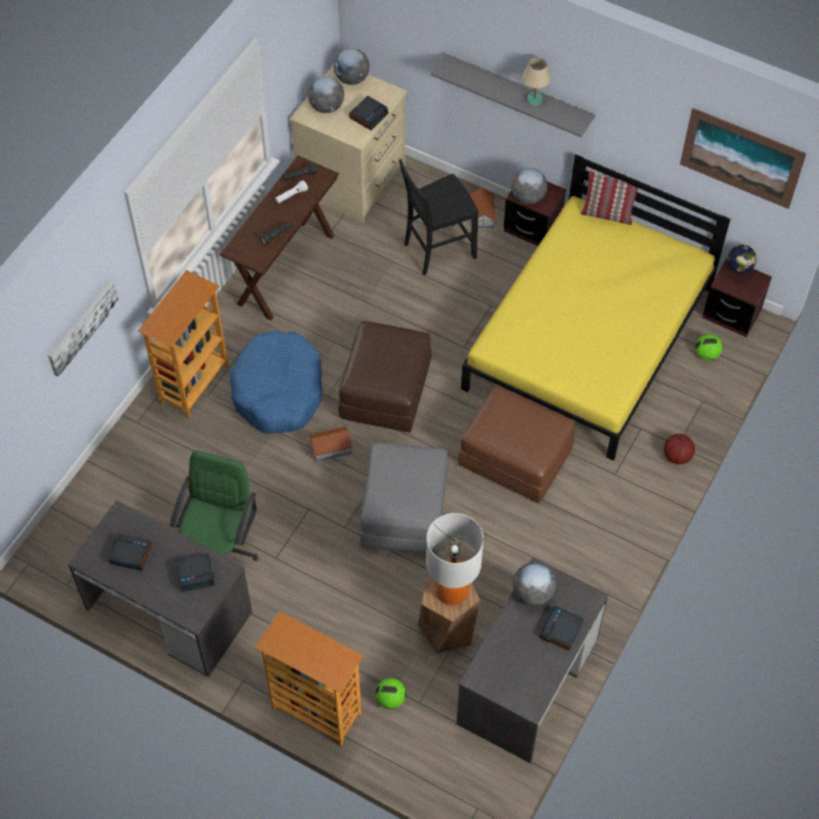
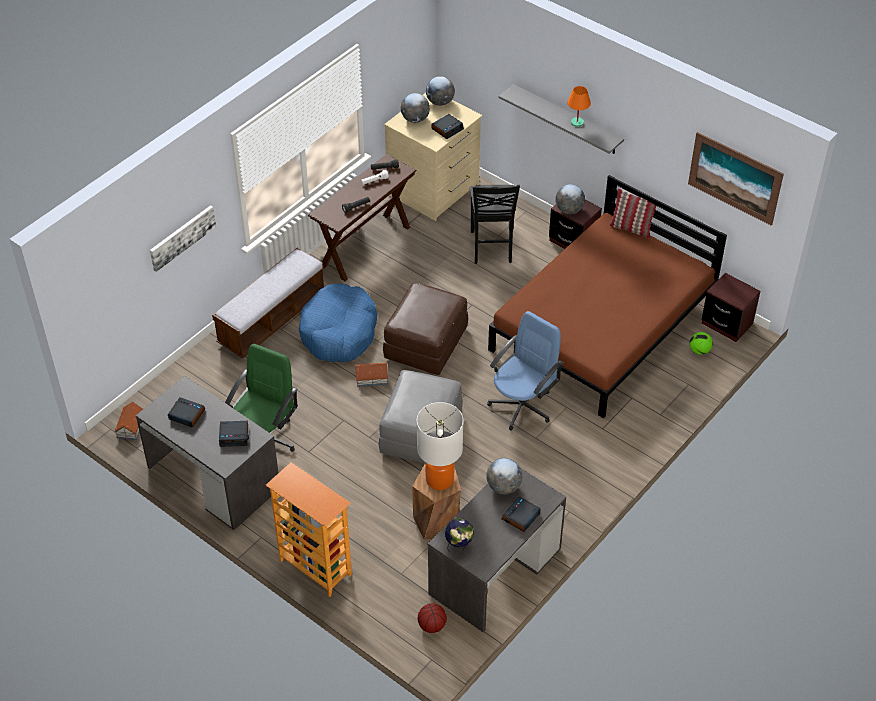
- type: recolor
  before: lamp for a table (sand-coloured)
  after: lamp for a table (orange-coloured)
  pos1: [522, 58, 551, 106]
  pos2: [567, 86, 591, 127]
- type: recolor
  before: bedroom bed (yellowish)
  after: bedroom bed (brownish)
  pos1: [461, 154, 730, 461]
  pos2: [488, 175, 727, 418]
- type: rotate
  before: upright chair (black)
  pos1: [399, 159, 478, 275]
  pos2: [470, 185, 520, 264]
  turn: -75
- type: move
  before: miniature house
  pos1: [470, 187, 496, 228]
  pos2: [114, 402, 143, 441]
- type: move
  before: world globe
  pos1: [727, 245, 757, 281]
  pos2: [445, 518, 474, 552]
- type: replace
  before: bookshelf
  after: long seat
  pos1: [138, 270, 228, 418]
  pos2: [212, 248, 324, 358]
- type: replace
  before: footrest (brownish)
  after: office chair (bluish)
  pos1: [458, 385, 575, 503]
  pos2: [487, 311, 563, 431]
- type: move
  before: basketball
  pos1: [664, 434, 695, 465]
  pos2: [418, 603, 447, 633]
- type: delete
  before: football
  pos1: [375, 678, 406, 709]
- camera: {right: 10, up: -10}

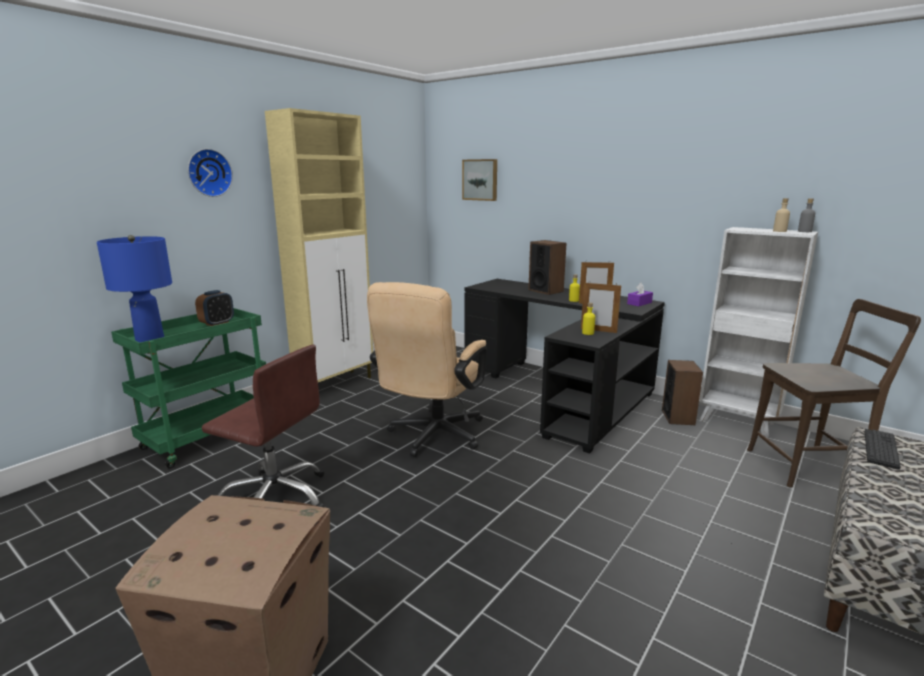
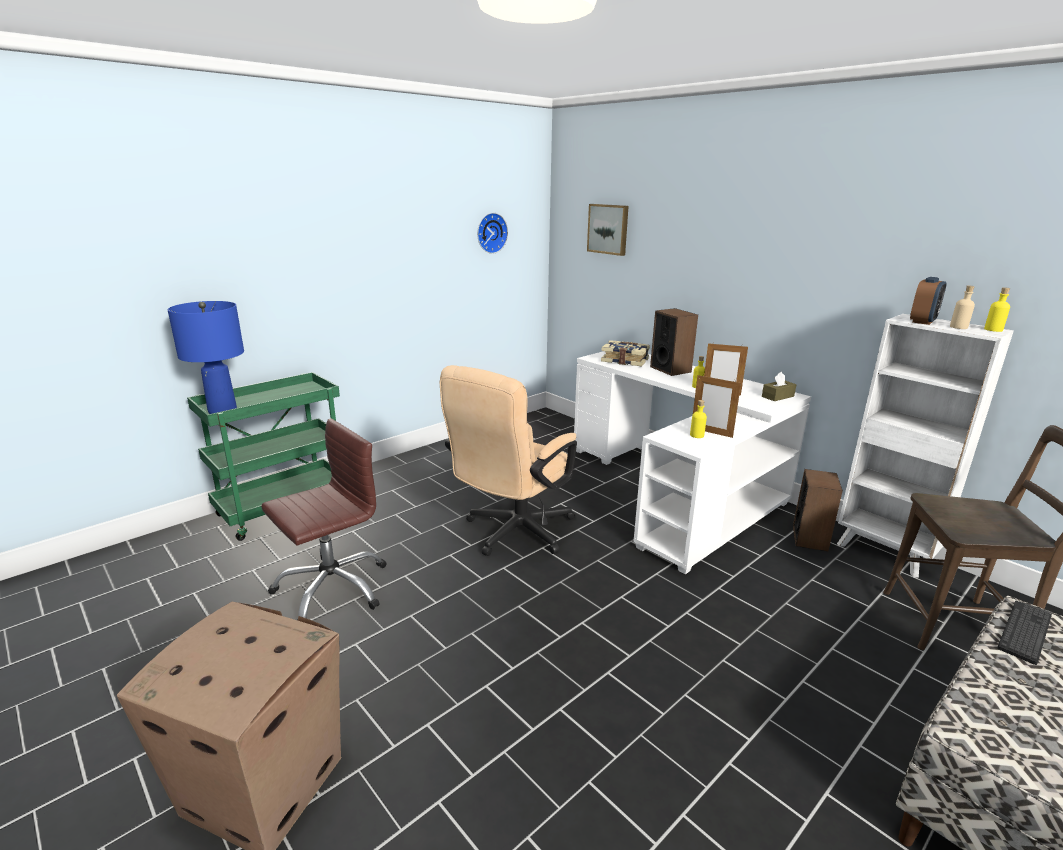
- type: delete
  before: cabinet (sand-coloured)
  pos1: [265, 108, 373, 382]
- type: move
  before: hanging clock
  pos1: [188, 149, 233, 197]
  pos2: [477, 213, 508, 254]
- type: recolor
  before: drink bottle (grey)
  after: drink bottle (yellowish)
  pos1: [798, 198, 815, 232]
  pos2: [984, 287, 1010, 332]
- type: recolor
  before: desk (black)
  after: desk (white-coloured)
  pos1: [464, 279, 665, 454]
  pos2: [574, 351, 811, 574]
- type: recolor
  before: tissue box (purple)
  after: tissue box (brownish)
  pos1: [627, 283, 653, 306]
  pos2: [762, 372, 796, 401]
- type: move
  before: bedside clock
  pos1: [195, 290, 234, 326]
  pos2: [910, 277, 947, 325]
- type: rotate
  before: office chair (brownish)
  pos1: [202, 345, 324, 507]
  pos2: [261, 418, 386, 620]
  turn: -75
- type: insert
  after: volume
  pos2: [601, 340, 650, 366]
- camera: {right: 10, up: 5}

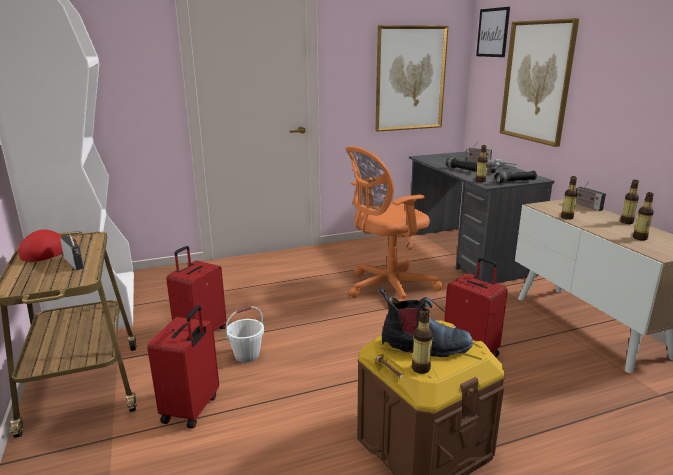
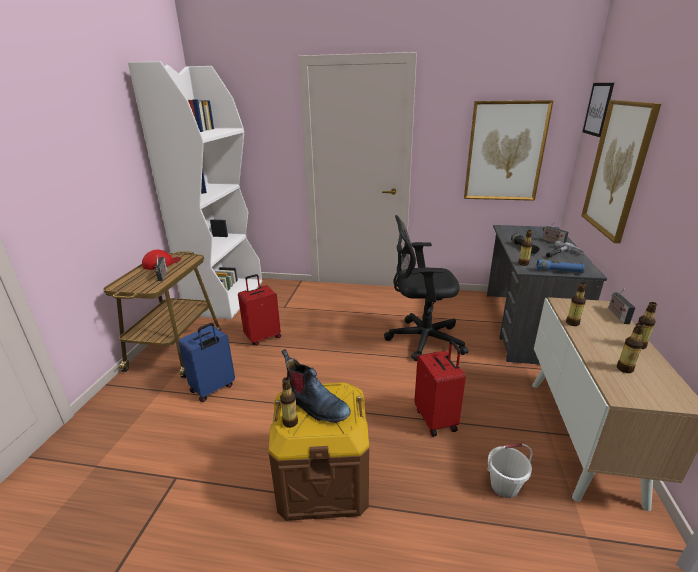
- type: recolor
  before: office chair (orange-coloured)
  after: office chair (black)
  pos1: [346, 146, 444, 301]
  pos2: [384, 215, 468, 361]
- type: recolor
  before: torch (black)
  after: torch (bluish)
  pos1: [495, 171, 537, 184]
  pos2: [536, 259, 585, 273]
- type: recolor
  before: travel case (red)
  after: travel case (bluish)
  pos1: [147, 305, 219, 429]
  pos2: [178, 323, 235, 402]
- type: move
  before: pail (white-coloured)
  pos1: [226, 306, 264, 362]
  pos2: [487, 443, 532, 498]
- camera: {right: 30, up: 5}

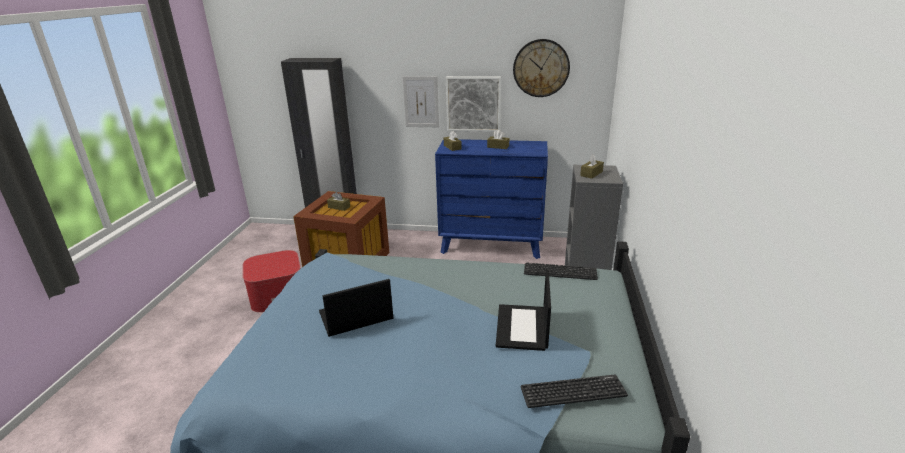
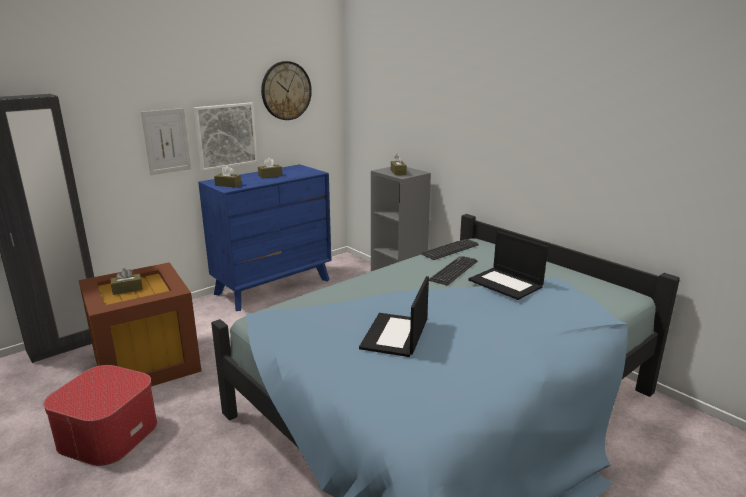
- type: move
  before: computer keyboard
  pos1: [520, 374, 628, 408]
  pos2: [429, 256, 477, 285]
- camera: {right: -50, up: -5}

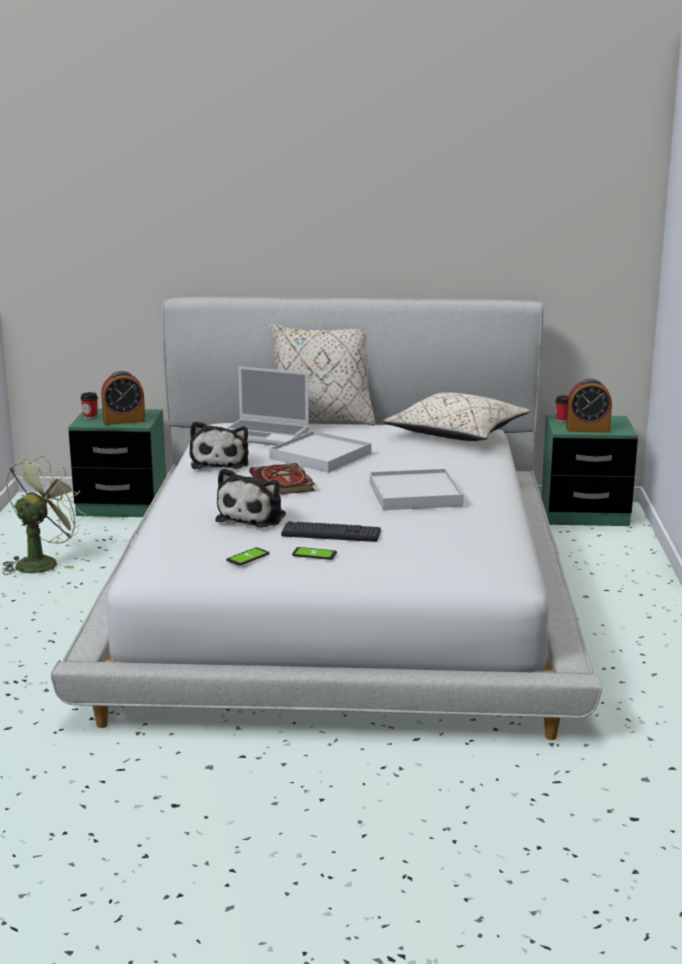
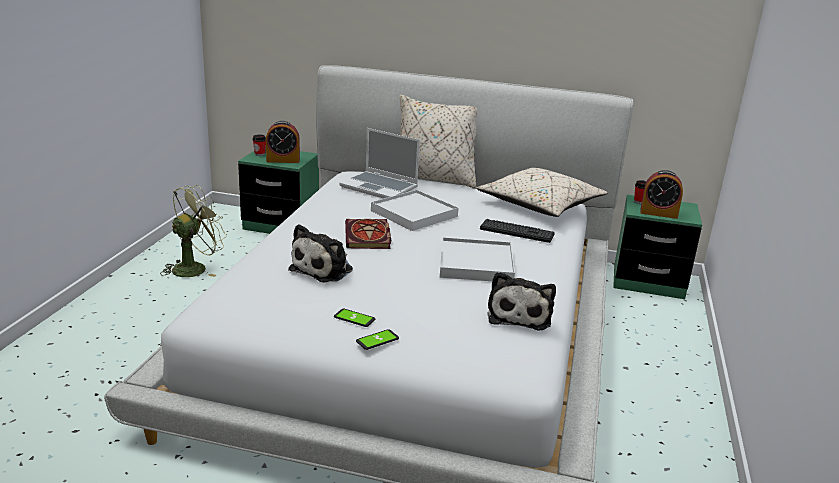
- type: move
  before: cuddly toy
  pos1: [190, 421, 249, 469]
  pos2: [487, 272, 556, 331]
- type: move
  before: computer keyboard
  pos1: [281, 521, 381, 542]
  pos2: [480, 219, 555, 243]
- type: move
  before: phone
  pos1: [226, 547, 269, 566]
  pos2: [356, 329, 399, 350]
- camera: {right: 10, up: 5}

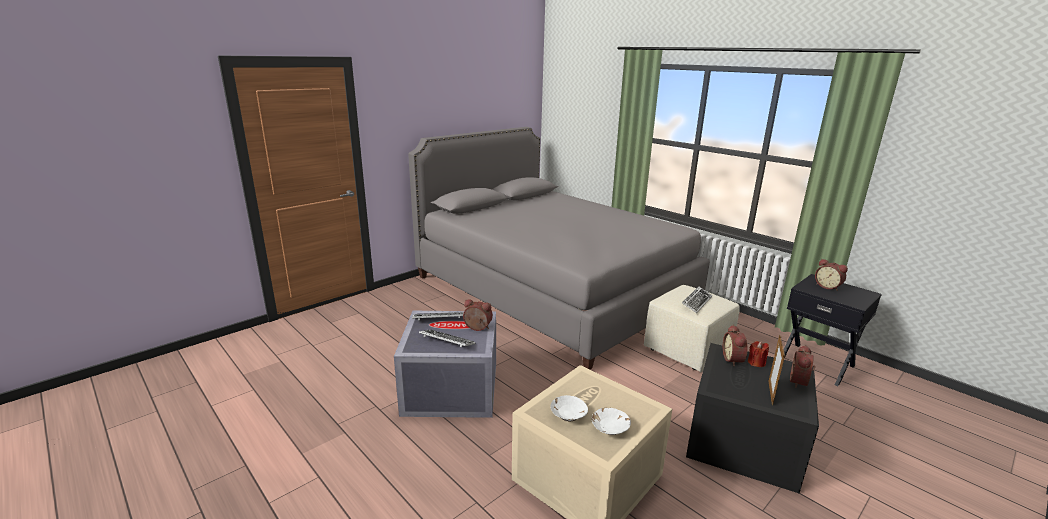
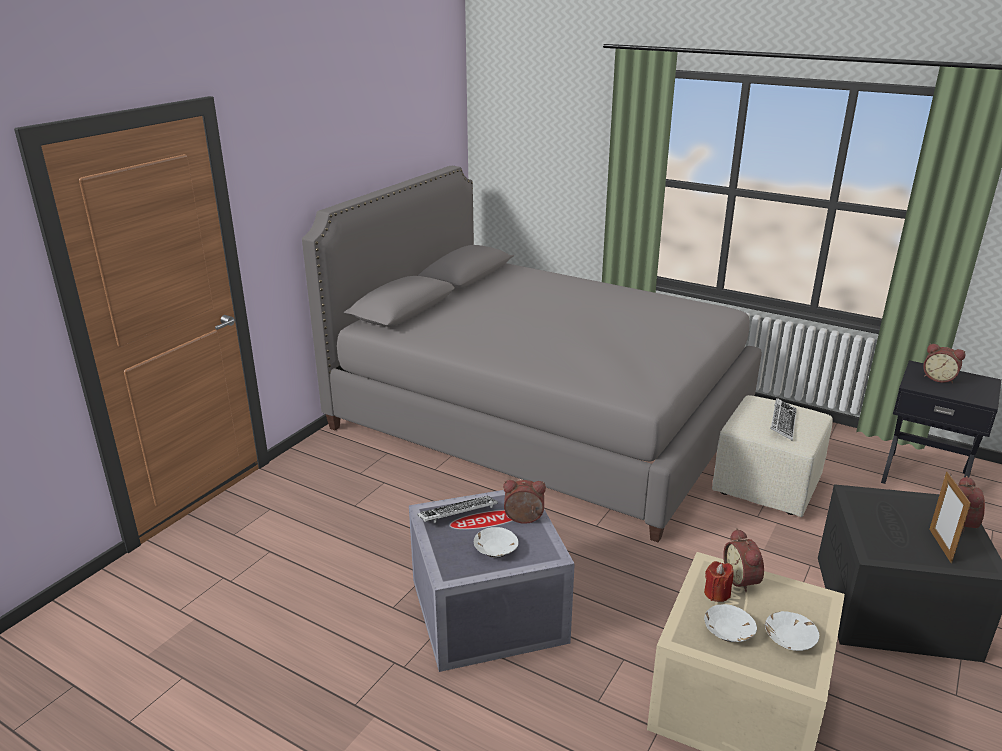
- type: move
  before: bedside clock
  pos1: [723, 325, 747, 366]
  pos2: [723, 528, 764, 592]
- type: replace
  before: computer keyboard
  after: deep dish (white-coloured)
  pos1: [419, 329, 475, 347]
  pos2: [474, 527, 519, 558]
- type: move
  before: candle (red)
  pos1: [748, 341, 769, 367]
  pos2: [704, 561, 733, 602]
- camera: {right: -15, up: 5}

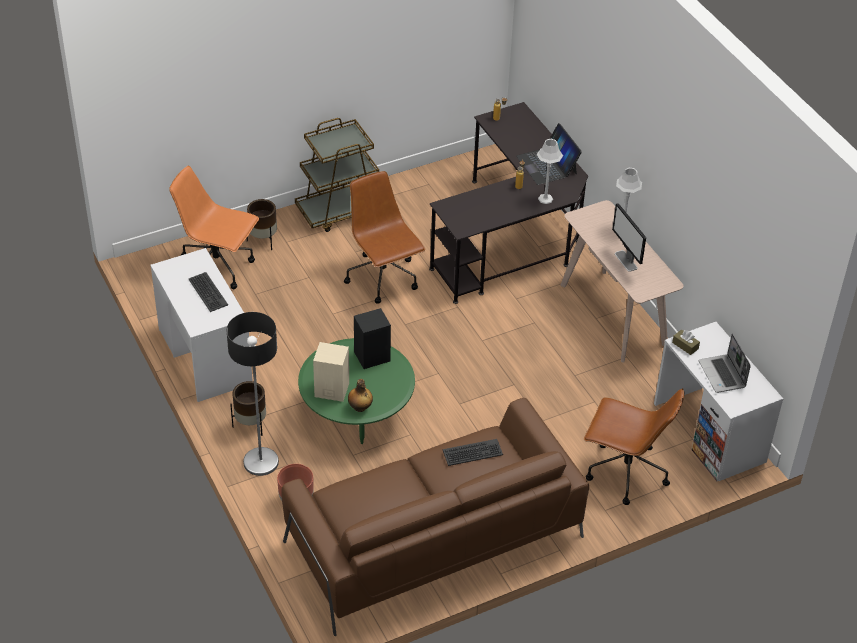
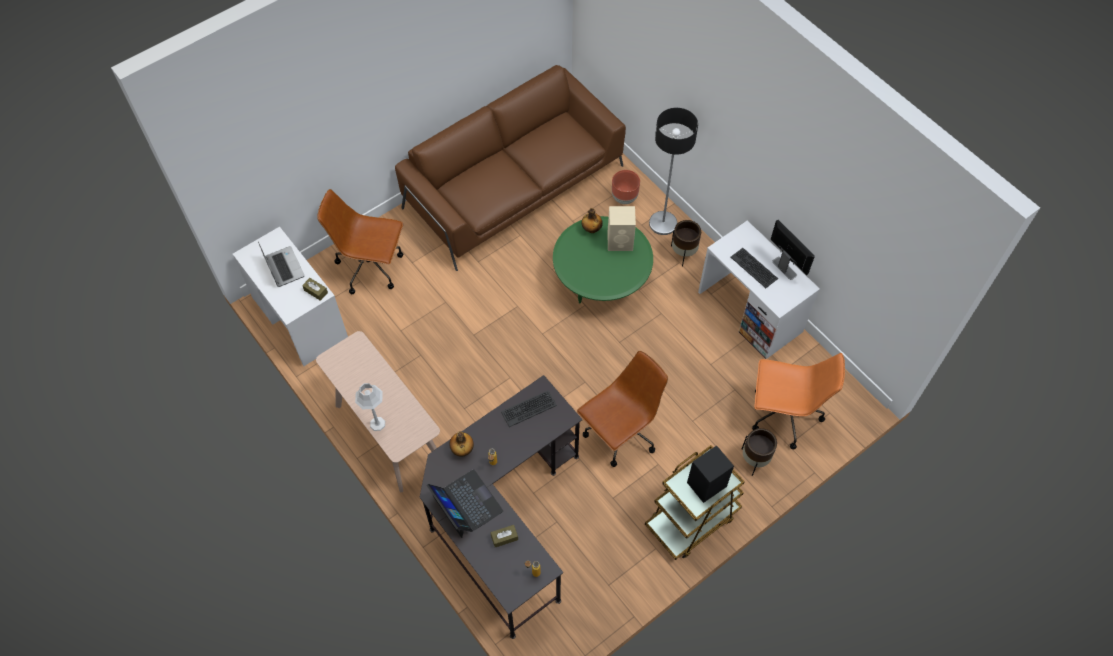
- type: replace
  before: lamp for a table (grey)
  after: drink bottle
  pos1: [537, 139, 563, 204]
  pos2: [449, 431, 474, 457]
- type: rotate
  before: office chair (brownish)
  pos1: [344, 171, 425, 304]
  pos2: [577, 351, 668, 467]
  turn: -90
- type: move
  before: computer screen
  pos1: [612, 203, 646, 272]
  pos2: [771, 220, 815, 280]
- type: move
  before: loudspeaker (black)
  pos1: [354, 308, 391, 369]
  pos2: [687, 445, 734, 503]
- type: move
  before: computer keyboard
  pos1: [443, 439, 503, 466]
  pos2: [501, 391, 557, 427]
- type: insert
  after: tissue box (brownish)
  pos2: [491, 525, 518, 547]
- camera: {right: 170, up: 15}

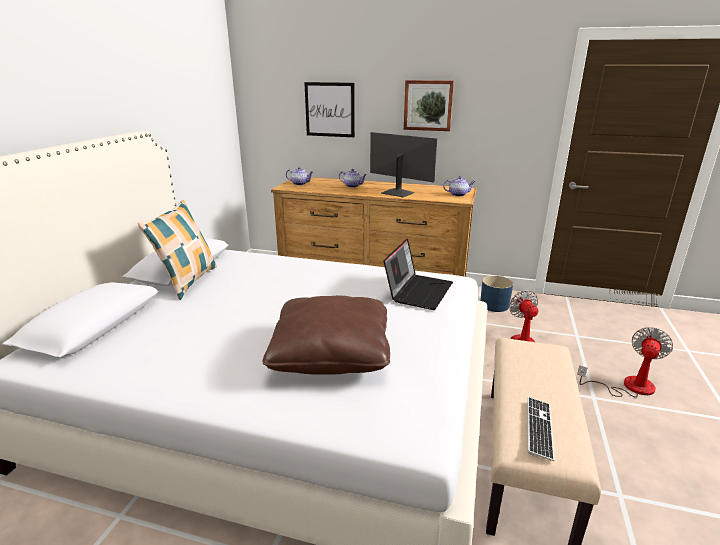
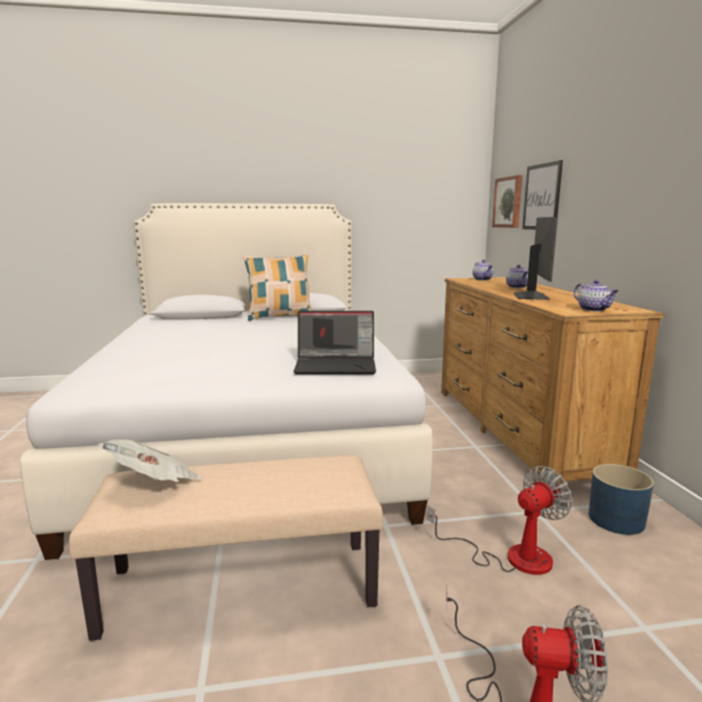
- type: move
  before: wall art
  pos1: [404, 80, 454, 131]
  pos2: [492, 175, 522, 228]
- type: delete
  before: pillow (brownish)
  pos1: [263, 296, 390, 375]
- type: replace
  before: computer keyboard
  after: printed paper
  pos1: [527, 397, 555, 461]
  pos2: [98, 439, 203, 482]
- camera: {right: 65, up: -10}

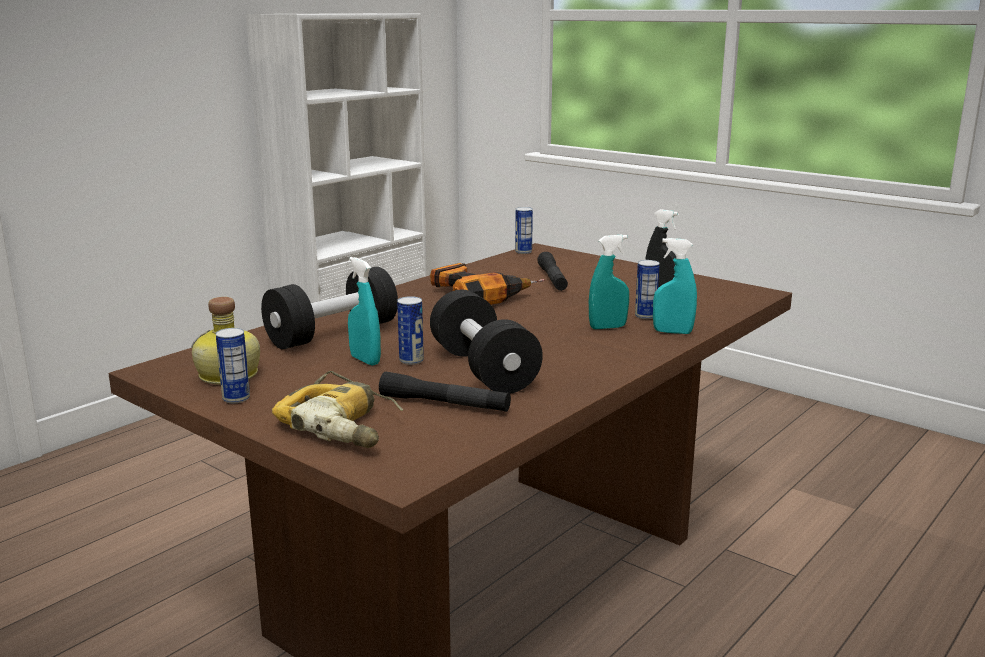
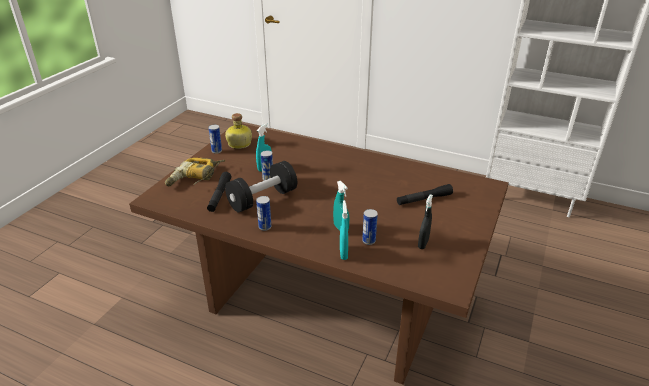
- type: move
  before: can
  pos1: [515, 207, 533, 254]
  pos2: [256, 196, 271, 231]
- type: delete
  before: power drill
  pos1: [430, 263, 544, 305]
- type: delete
  before: free weight (black)
  pos1: [261, 267, 398, 349]
- camera: {right: 75, up: 15}

